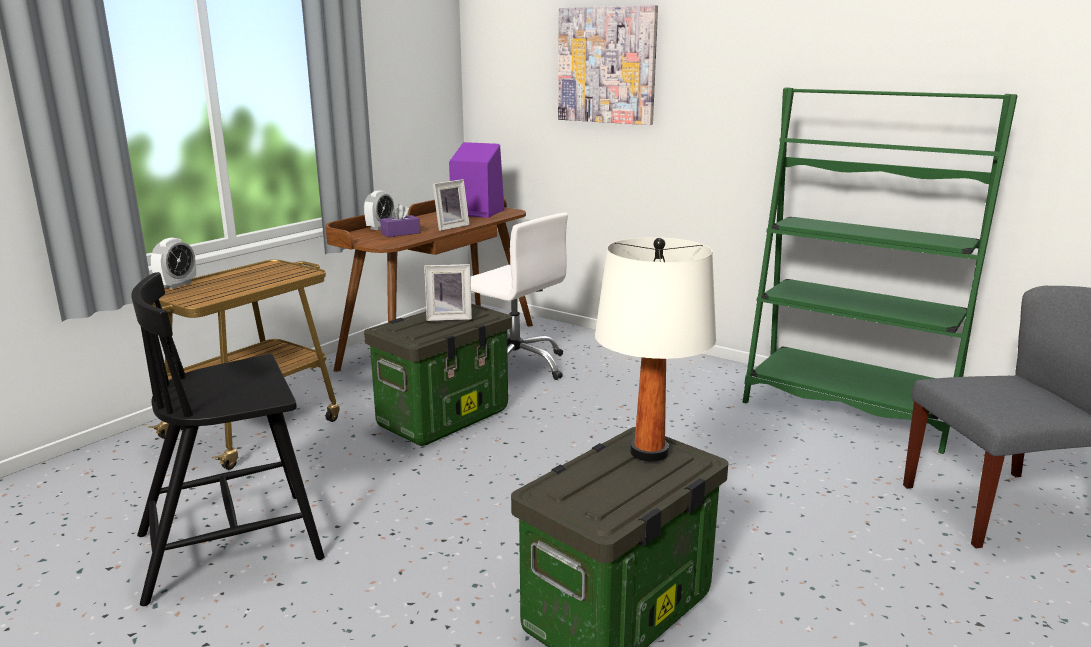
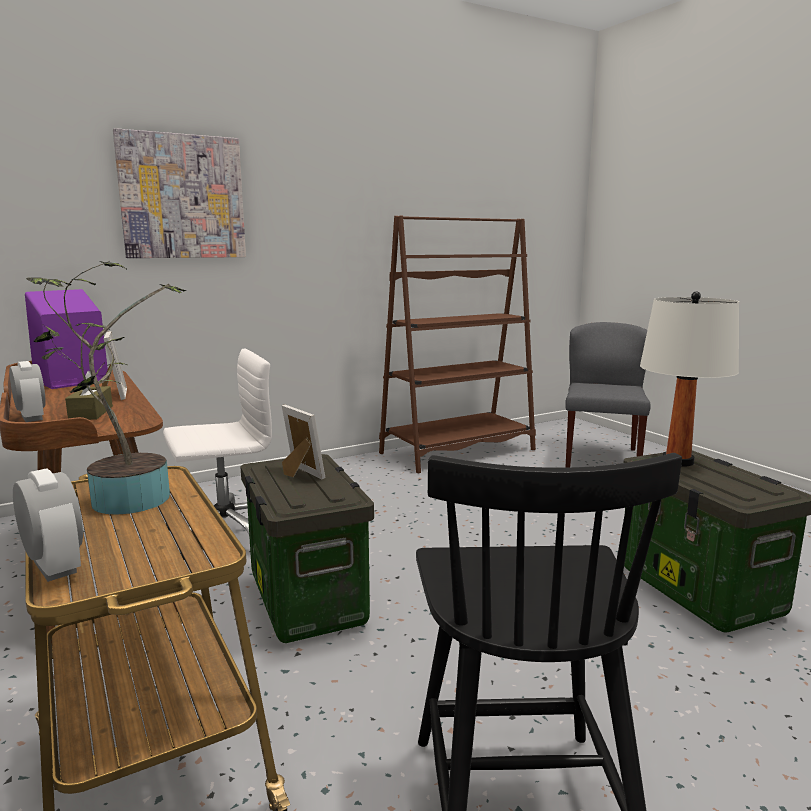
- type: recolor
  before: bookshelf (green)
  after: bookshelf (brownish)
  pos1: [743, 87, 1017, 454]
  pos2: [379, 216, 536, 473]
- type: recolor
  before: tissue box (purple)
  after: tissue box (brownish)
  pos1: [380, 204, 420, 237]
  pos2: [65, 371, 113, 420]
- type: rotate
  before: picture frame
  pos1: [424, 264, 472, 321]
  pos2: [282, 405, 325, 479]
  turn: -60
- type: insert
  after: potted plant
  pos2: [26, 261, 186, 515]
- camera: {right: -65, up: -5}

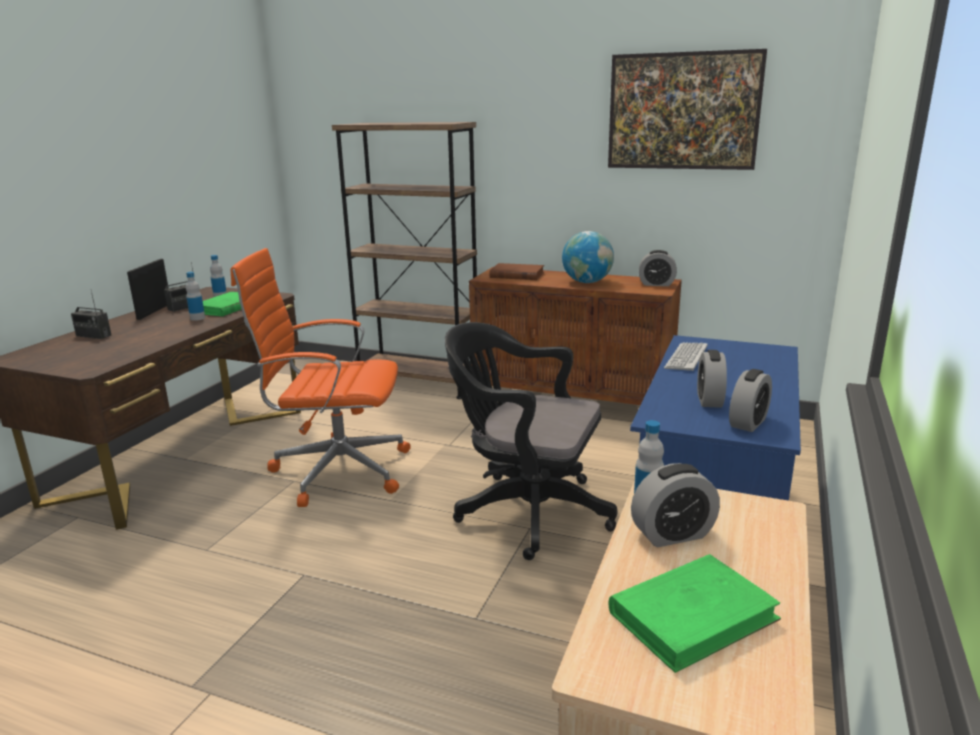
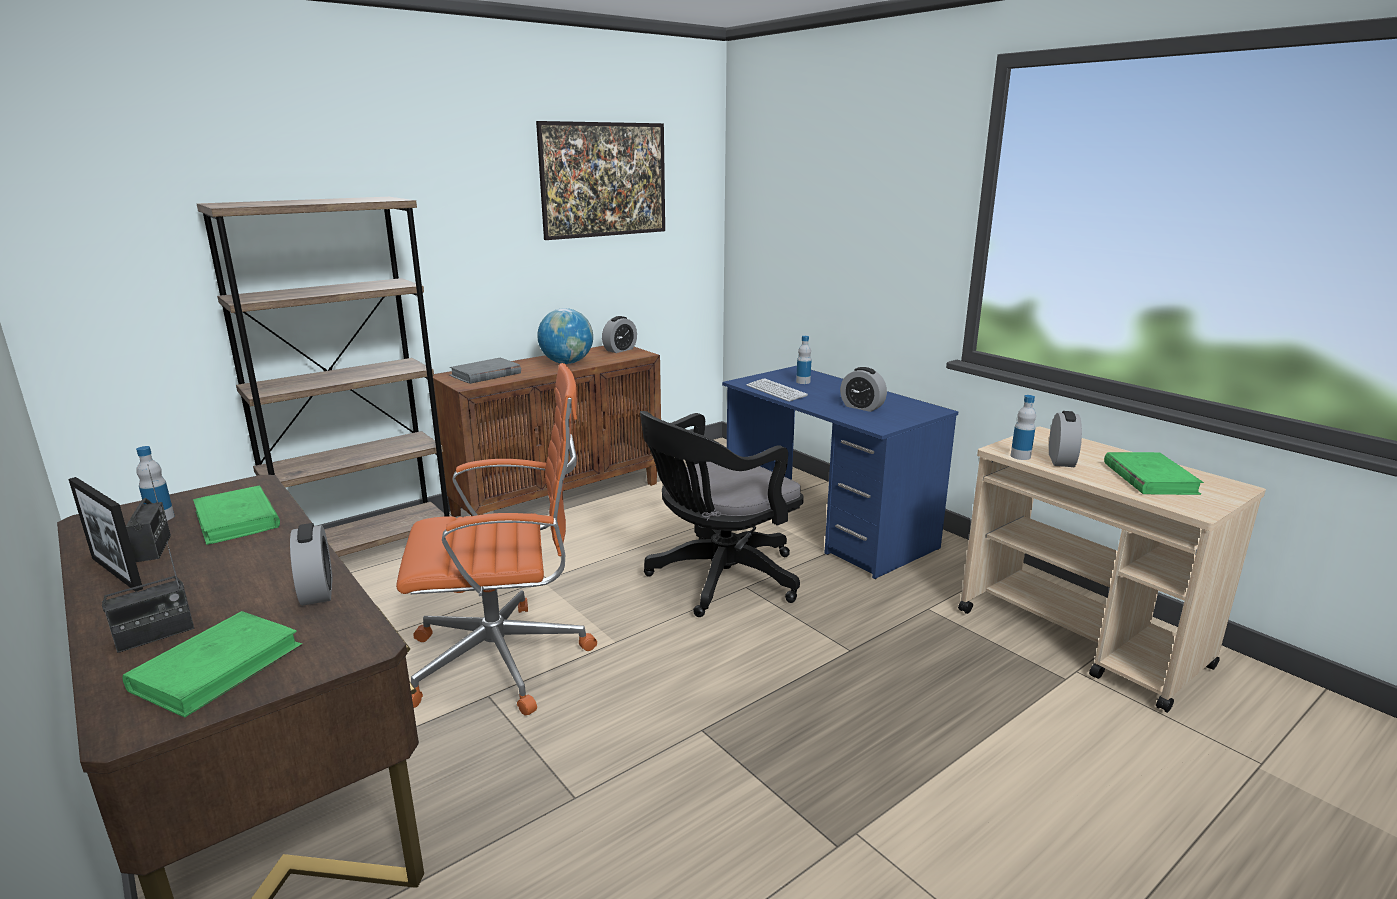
- type: rotate
  before: office chair (orange-coloured)
  pos1: [230, 248, 411, 507]
  pos2: [396, 363, 597, 715]
  turn: -135
- type: recolor
  before: volume (brownish)
  after: volume (grey)
  pos1: [489, 263, 544, 280]
  pos2: [449, 358, 521, 384]
- type: move
  before: drink bottle
  pos1: [186, 272, 205, 321]
  pos2: [796, 336, 811, 384]
- type: move
  before: bedside clock
  pos1: [729, 369, 772, 432]
  pos2: [290, 523, 333, 606]
- type: insert
  after: volume (green)
  pos2: [122, 611, 303, 717]
- camera: {right: -60, up: 0}

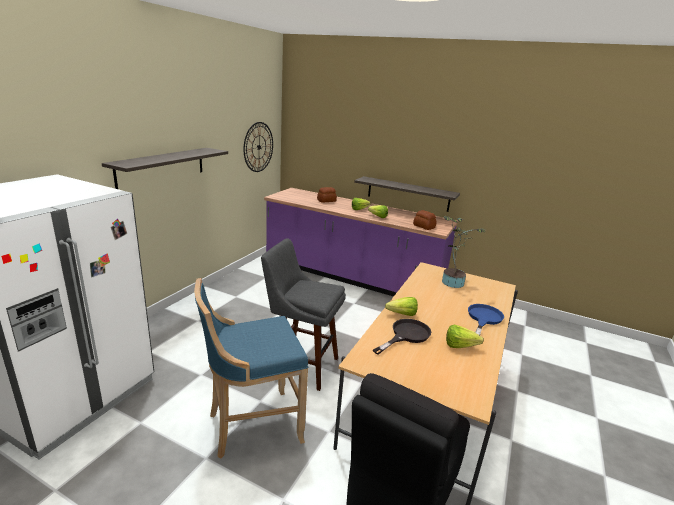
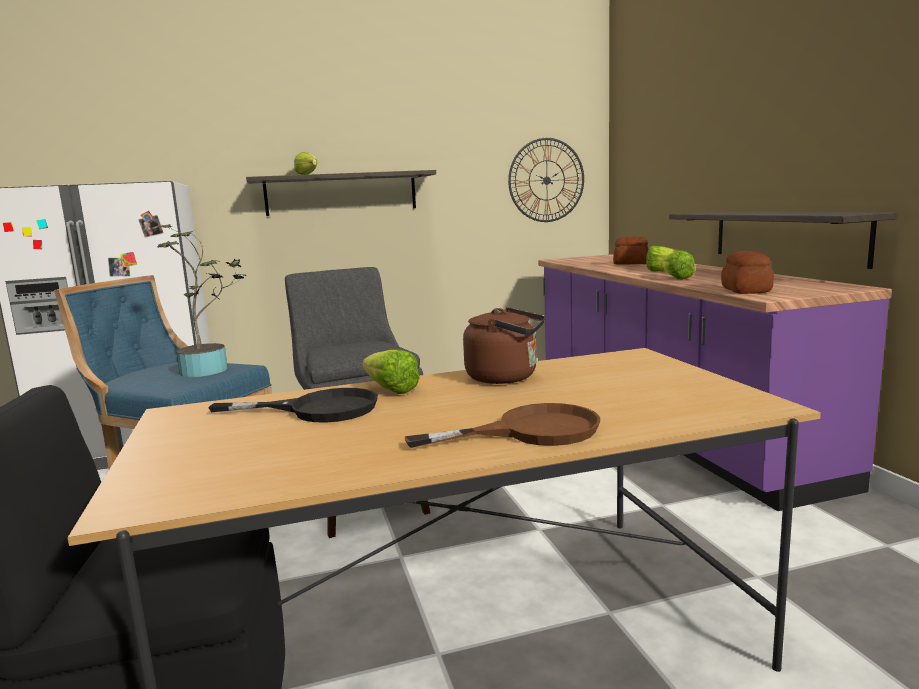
- type: move
  before: potted plant
  pos1: [442, 216, 486, 288]
  pos2: [151, 224, 246, 377]
- type: recolor
  before: pan (bluish)
  after: pan (brownish)
  pos1: [468, 304, 504, 335]
  pos2: [405, 403, 600, 448]
- type: move
  before: lettuce
  pos1: [446, 325, 484, 348]
  pos2: [294, 152, 317, 175]
- type: insert
  after: kettle (brownish)
  pos2: [463, 307, 545, 384]
- camera: {right: 50, up: -10}

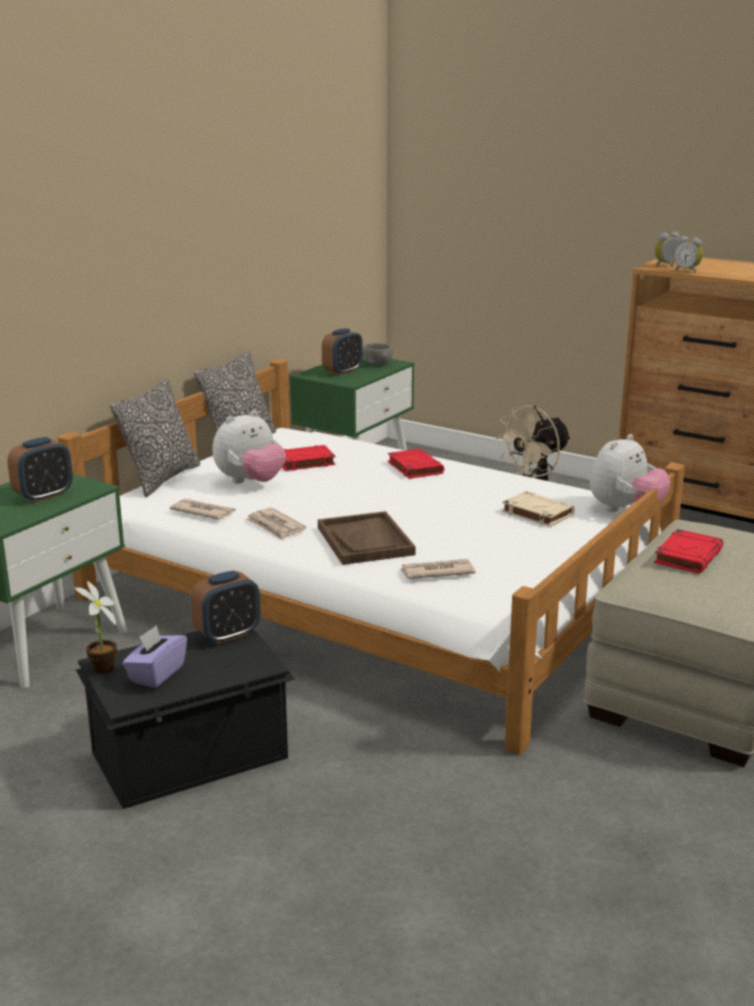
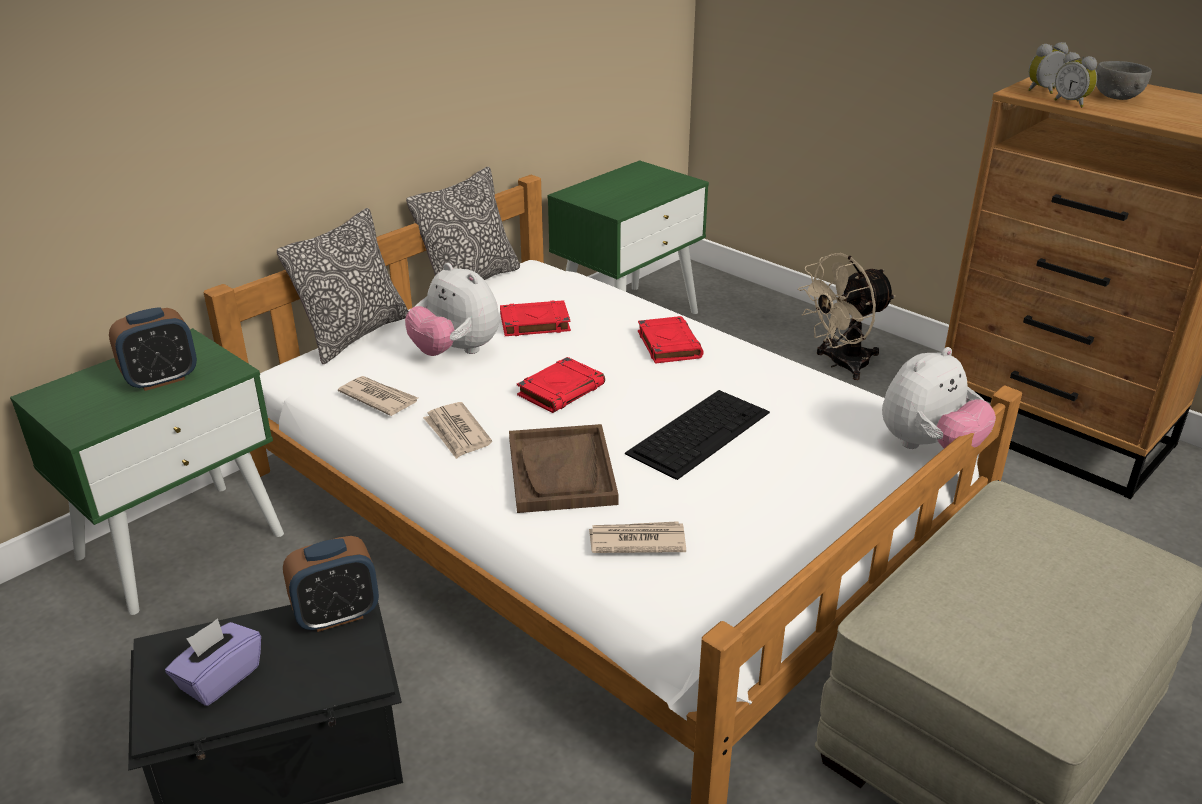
- type: delete
  before: bedside clock
  pos1: [322, 328, 363, 375]
- type: move
  before: deep dish (grey)
  pos1: [363, 343, 393, 365]
  pos2: [1096, 61, 1152, 100]
- type: rotate
  before: cuddly toy
  pos1: [213, 410, 286, 483]
  pos2: [405, 263, 499, 356]
  turn: 75
- type: delete
  before: volume (sand-coloured)
  pos1: [502, 491, 575, 527]
- type: move
  before: volume (red)
  pos1: [654, 529, 723, 573]
  pos2: [517, 357, 605, 413]
- type: delete
  before: potted plant
  pos1: [74, 581, 117, 674]
- type: insert
  after: computer keyboard
  pos2: [625, 390, 770, 480]
- camera: {right: 10, up: 10}

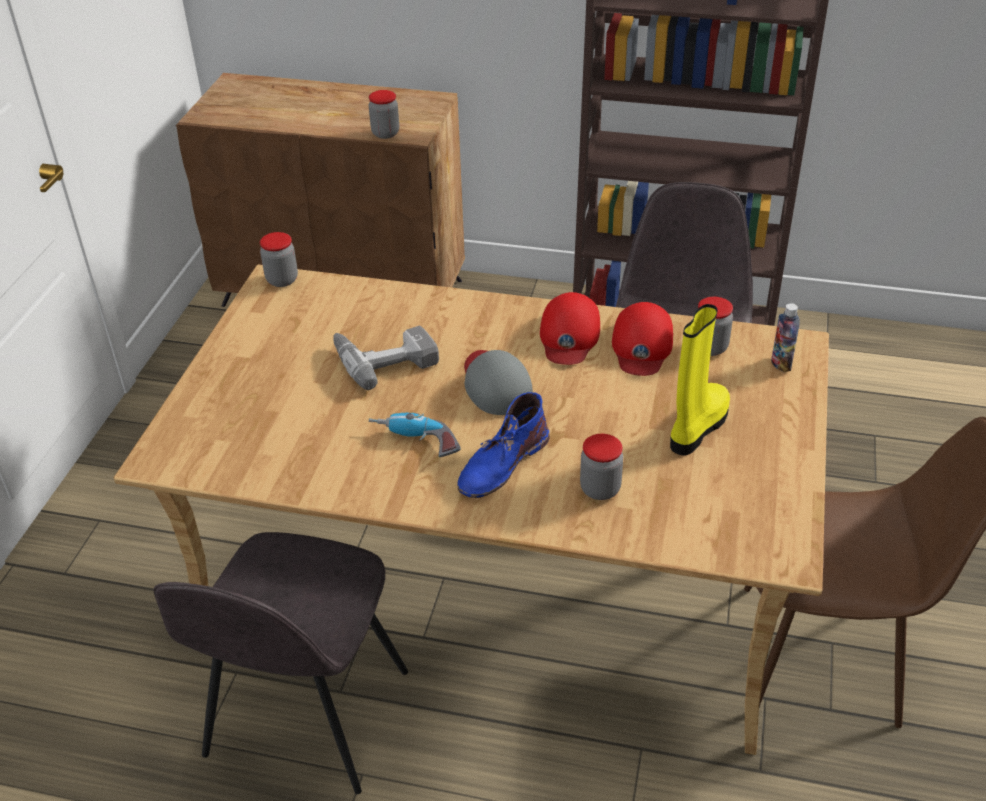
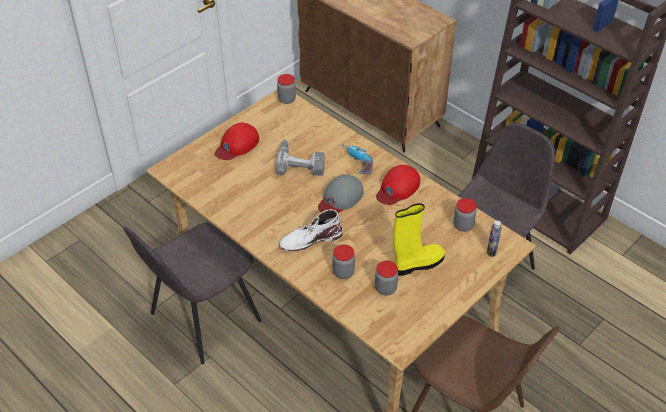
- type: move
  before: jar
  pos1: [369, 90, 399, 139]
  pos2: [375, 261, 398, 296]
- type: move
  before: baseball cap (red)
  pos1: [612, 302, 673, 376]
  pos2: [215, 123, 259, 160]
- type: rotate
  before: baseball cap (grey)
  pos1: [464, 350, 533, 415]
  pos2: [318, 174, 363, 213]
  turn: -150
- type: recolor
  before: tall boot (bluish)
  after: tall boot (white-coloured)
  pos1: [457, 392, 549, 498]
  pos2: [279, 209, 343, 251]
- type: move
  before: power drill
  pos1: [369, 413, 461, 457]
  pos2: [341, 144, 373, 174]
- camera: {right: 30, up: 5}

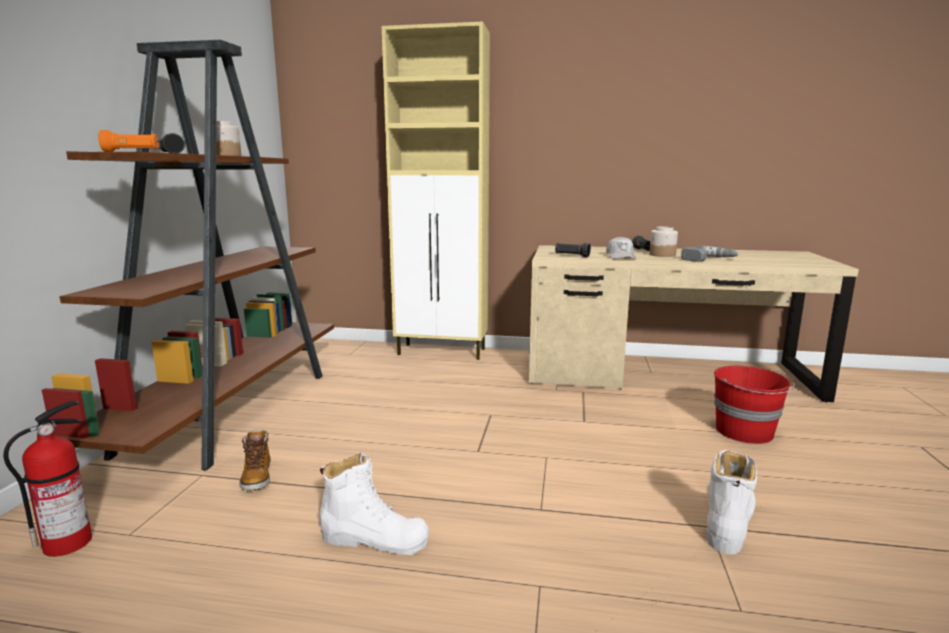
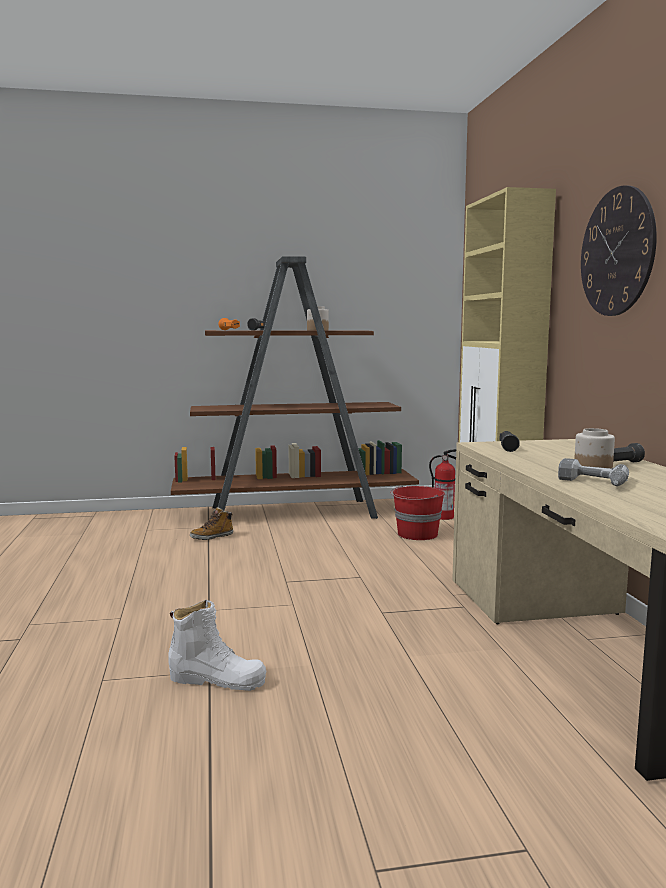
- type: delete
  before: baseball cap (white-coloured)
  pos1: [606, 236, 636, 259]
- type: move
  before: pail (red)
  pos1: [714, 366, 795, 444]
  pos2: [390, 485, 445, 540]
- type: move
  before: extinguisher
  pos1: [3, 401, 92, 557]
  pos2: [429, 449, 456, 520]
- type: delete
  before: tall boot (white-coloured)
  pos1: [320, 452, 429, 555]
- type: insert
  after: hanging clock
  pos2: [581, 186, 657, 316]
- camera: {right: 70, up: -5}

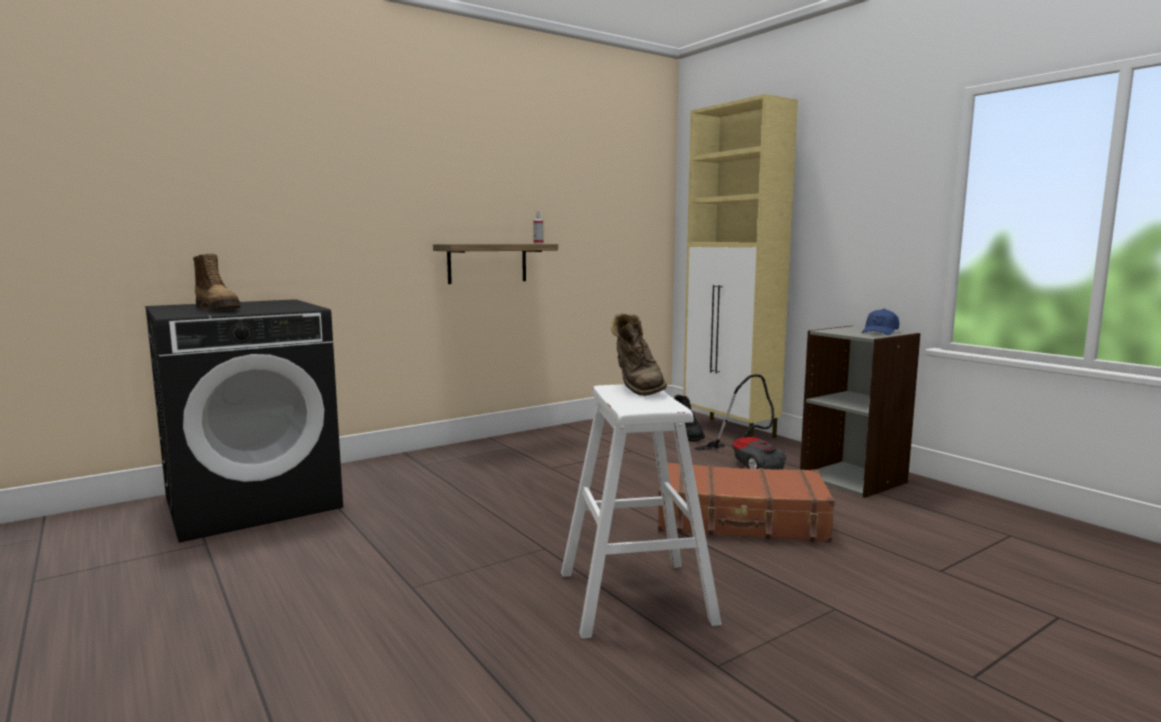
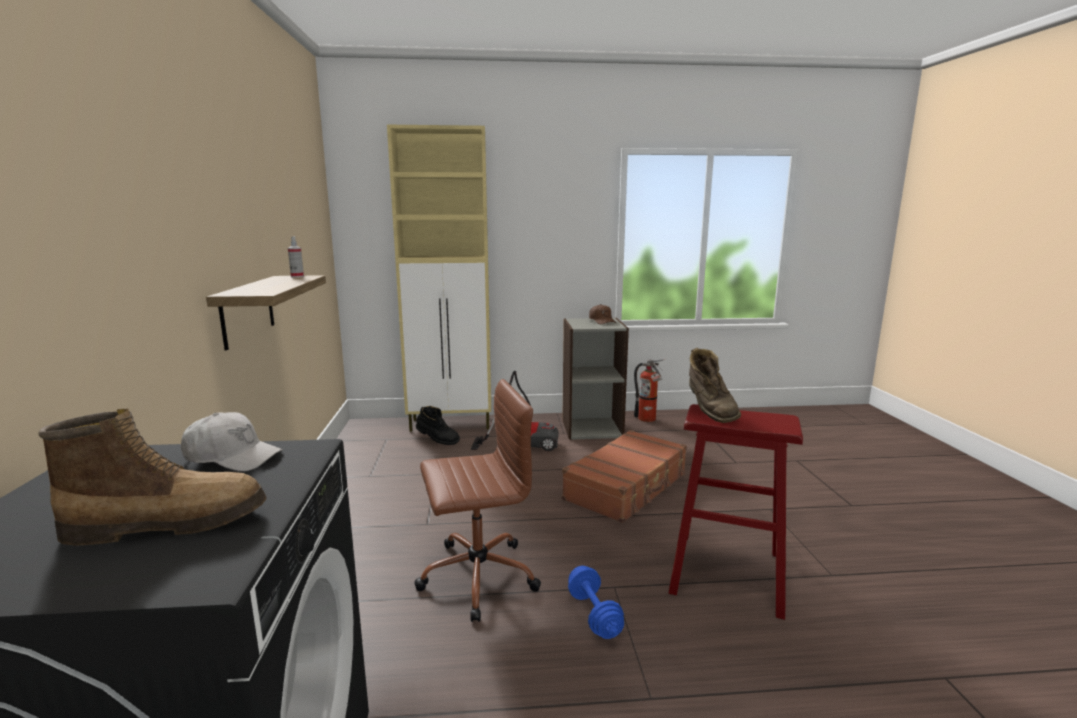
- type: recolor
  before: baseball cap (bluish)
  after: baseball cap (brownish)
  pos1: [862, 309, 899, 335]
  pos2: [589, 304, 616, 324]
- type: rotate
  before: tall boot (brownish)
  pos1: [611, 313, 667, 396]
  pos2: [689, 348, 741, 423]
  turn: 60
- type: recolor
  before: sitting stool (white-coloured)
  after: sitting stool (red)
  pos1: [561, 384, 722, 639]
  pos2: [669, 404, 803, 620]
- type: insert
  after: extinguisher
  pos2: [634, 358, 666, 422]
- type: insert
  after: office chair (brownish)
  pos2: [414, 379, 541, 622]
- type: insert
  after: baseball cap (white-coloured)
  pos2: [181, 412, 283, 472]
- type: insert
  after: free weight (bluish)
  pos2: [568, 566, 624, 639]
- camera: {right: -60, up: 5}

